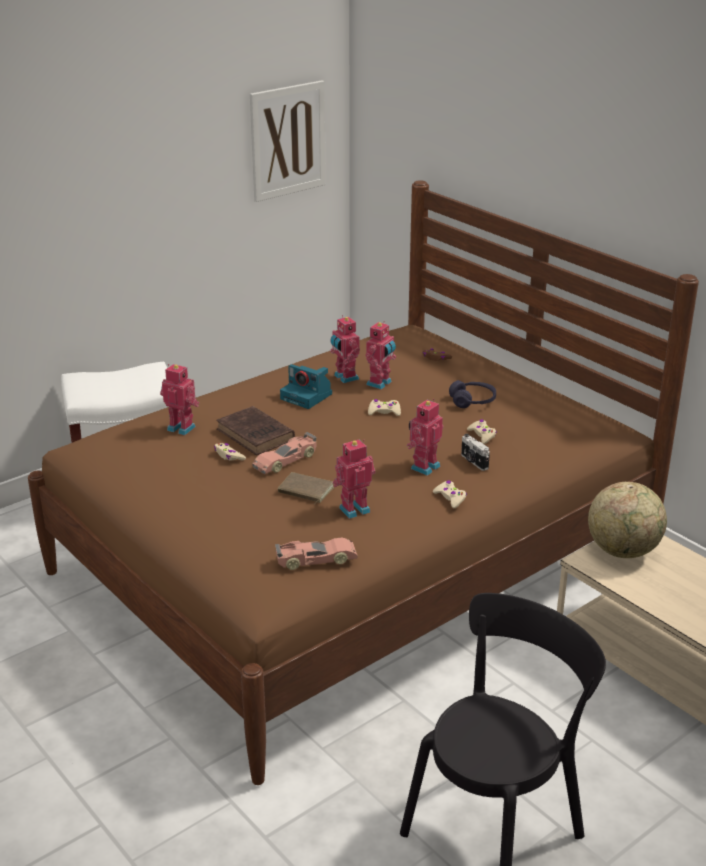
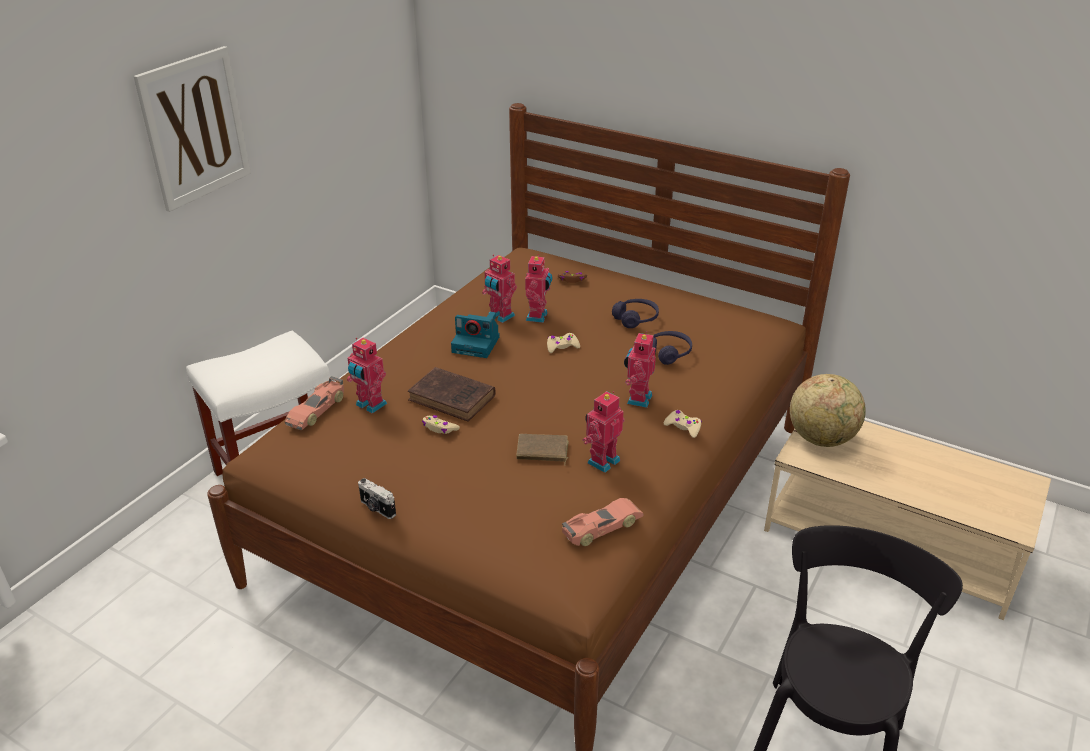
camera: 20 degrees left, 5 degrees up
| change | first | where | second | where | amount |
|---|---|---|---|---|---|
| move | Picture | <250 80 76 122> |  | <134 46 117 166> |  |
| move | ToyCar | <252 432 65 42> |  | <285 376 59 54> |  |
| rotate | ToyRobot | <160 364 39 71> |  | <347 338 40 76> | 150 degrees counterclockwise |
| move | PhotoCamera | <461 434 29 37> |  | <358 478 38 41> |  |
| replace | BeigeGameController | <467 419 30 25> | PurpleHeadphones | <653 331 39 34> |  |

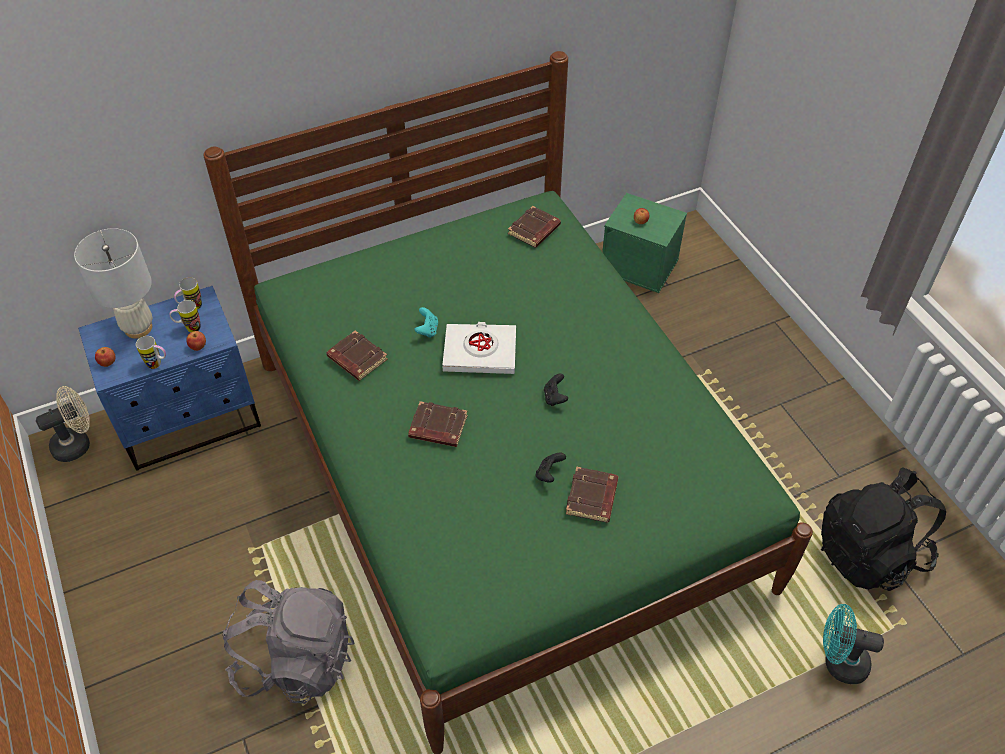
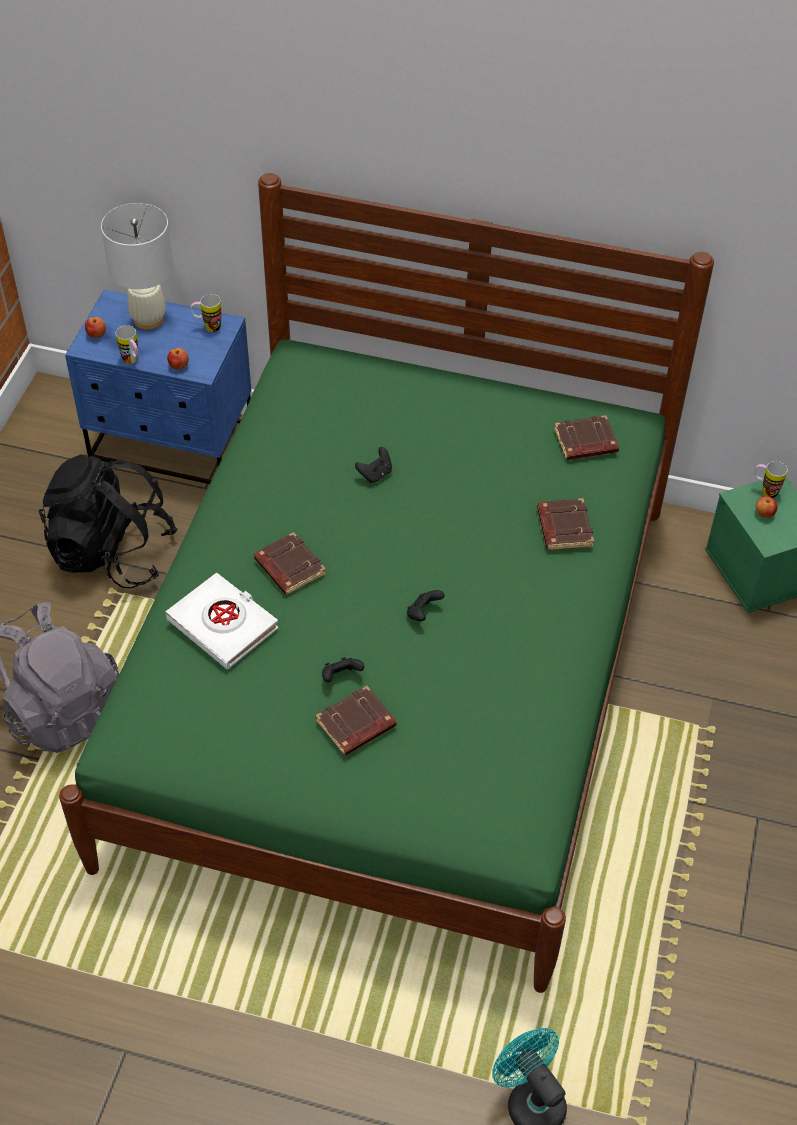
camera: 40 degrees right, 0 degrees up
| change | first | where | second | where | amount |
|---|---|---|---|---|---|
| move | BlackBackpack | <821 468 125 123> |  | <39 454 139 134> |  |
| move | WhiteBook | <442 322 74 52> |  | <166 572 113 97> |  |
| recolor | TurquoiseGameController | <415 307 23 31> | BlackGameController | <355 447 37 36> |  |
| move | BrownBook | <327 331 61 50> |  | <537 498 57 52> |  |
| move | Mug | <169 300 32 32> |  | <754 461 34 37> |  |
| delete | BeigeFan | <36 386 54 76> |  |  |  |

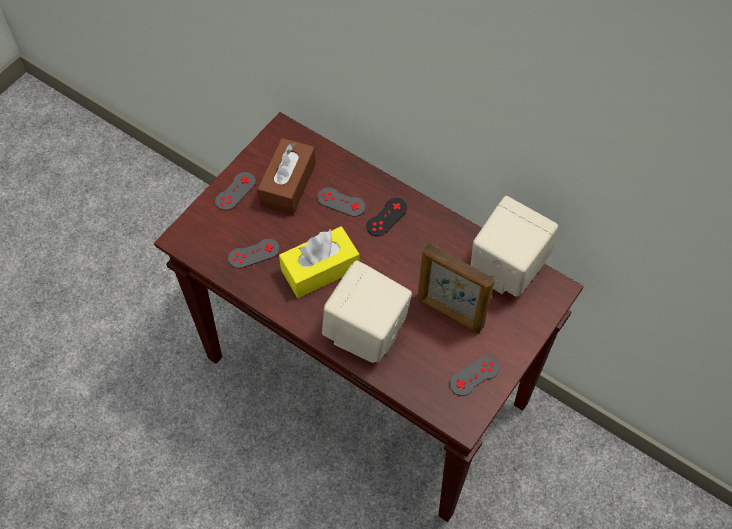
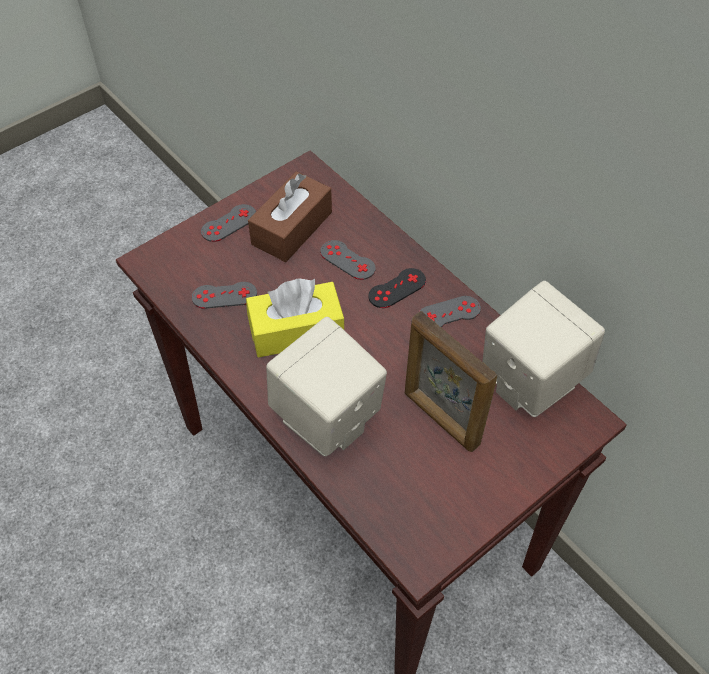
camera: 15 degrees right, 5 degrees down
| change | first | where | second | where | amount |
|---|---|---|---|---|---|
| move | GreyGameController | <449 356 50 40> |  | <419 296 62 31> |  |

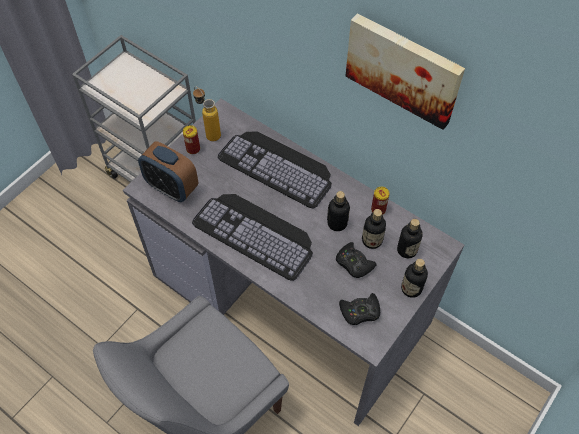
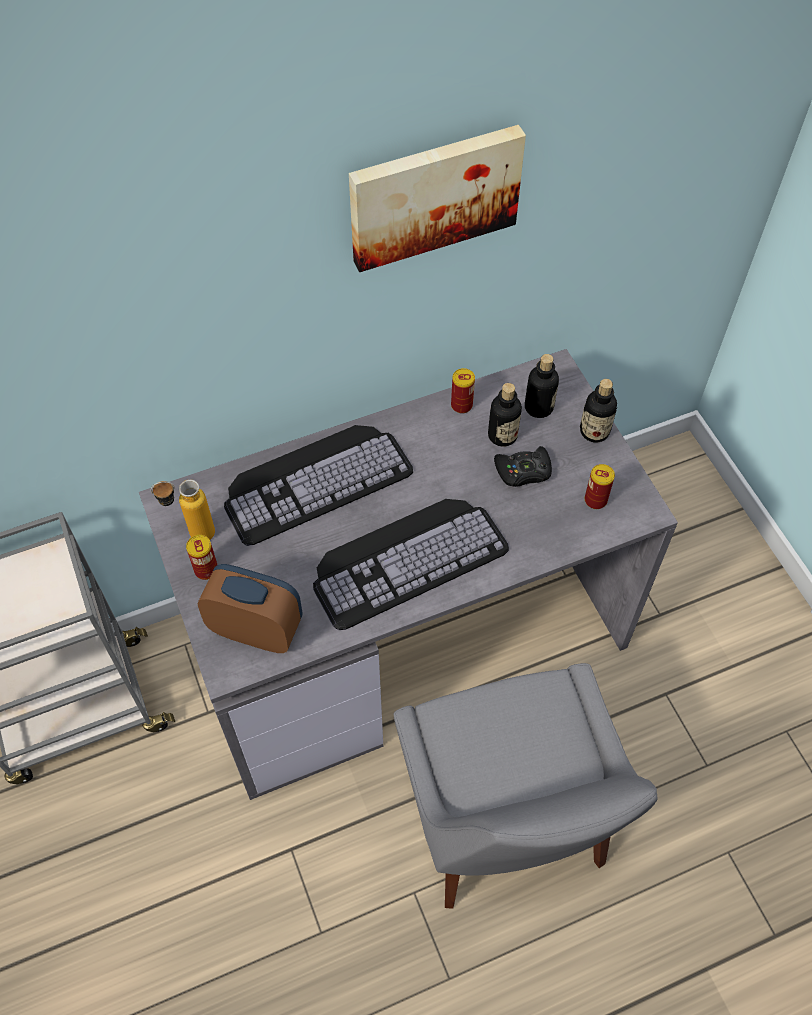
camera: 60 degrees left, 0 degrees up
| change | first | where | second | where | amount |
|---|---|---|---|---|---|
| rotate | AlarmClock | <138 141 61 61> |  | <198 564 104 89> | 135 degrees counterclockwise |
| replace | BlackGameController | <339 293 41 32> | Can | <585 464 30 45> |  |
| delete | Bottle | <327 191 23 40> |  |  |  |

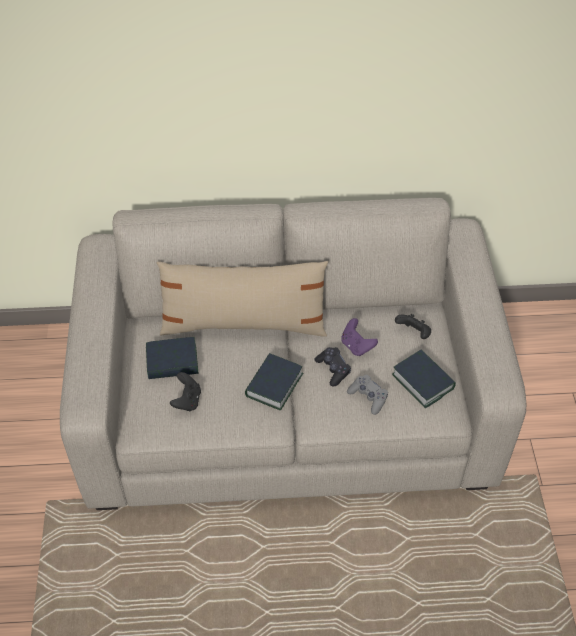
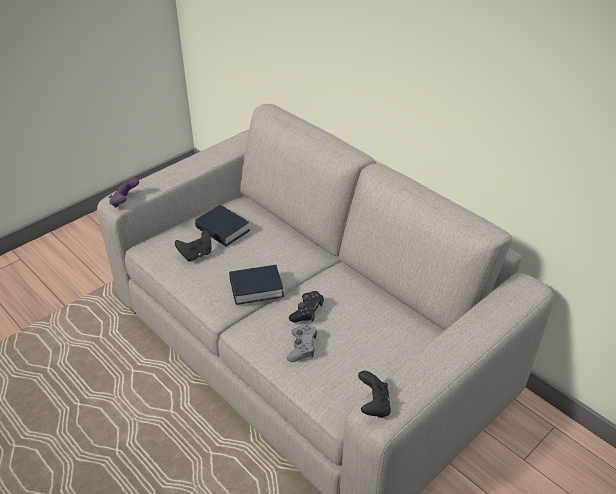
camera: 50 degrees right, 10 degrees down
| change | first | where | second | where | amount |
|---|---|---|---|---|---|
| move | PurpleGameController | <341 318 37 38> |  | <109 178 30 30> |  |
| move | BlackGameController | <395 314 36 25> |  | <358 371 33 47> |  |
| delete | BeigePillow | <157 261 171 76> |  |  |  |
| delete | Book | <392 349 64 59> |  |  |  |

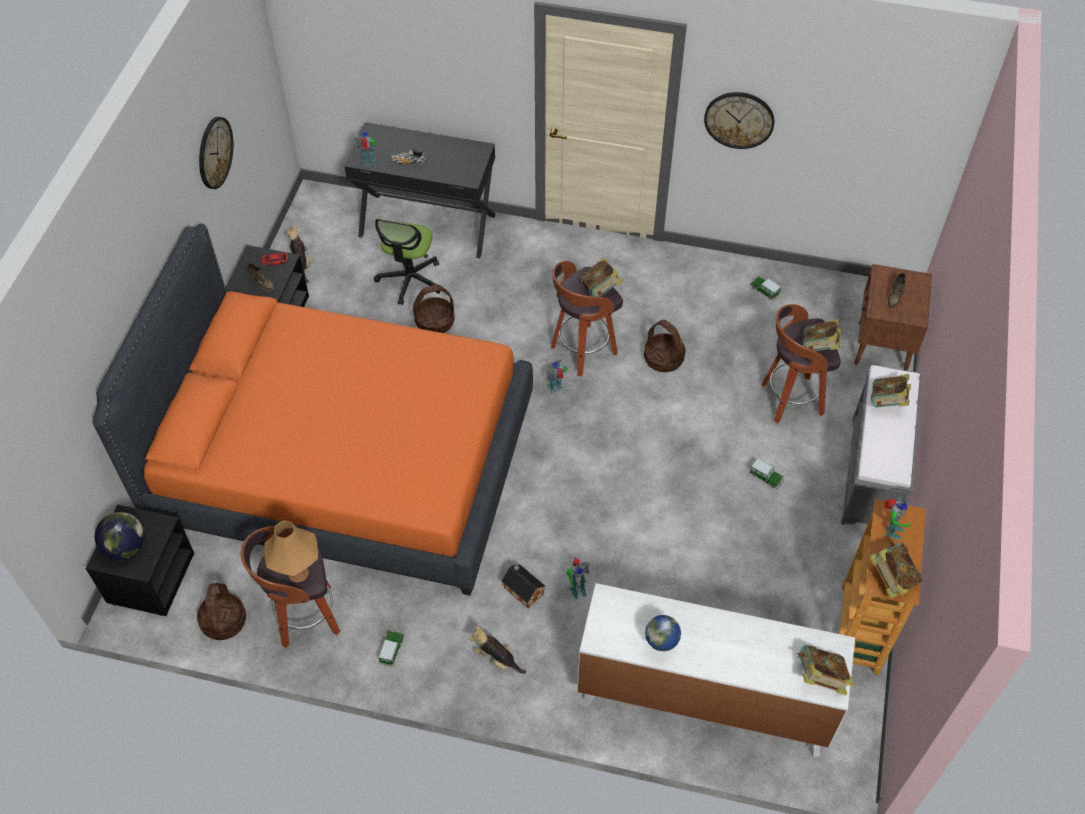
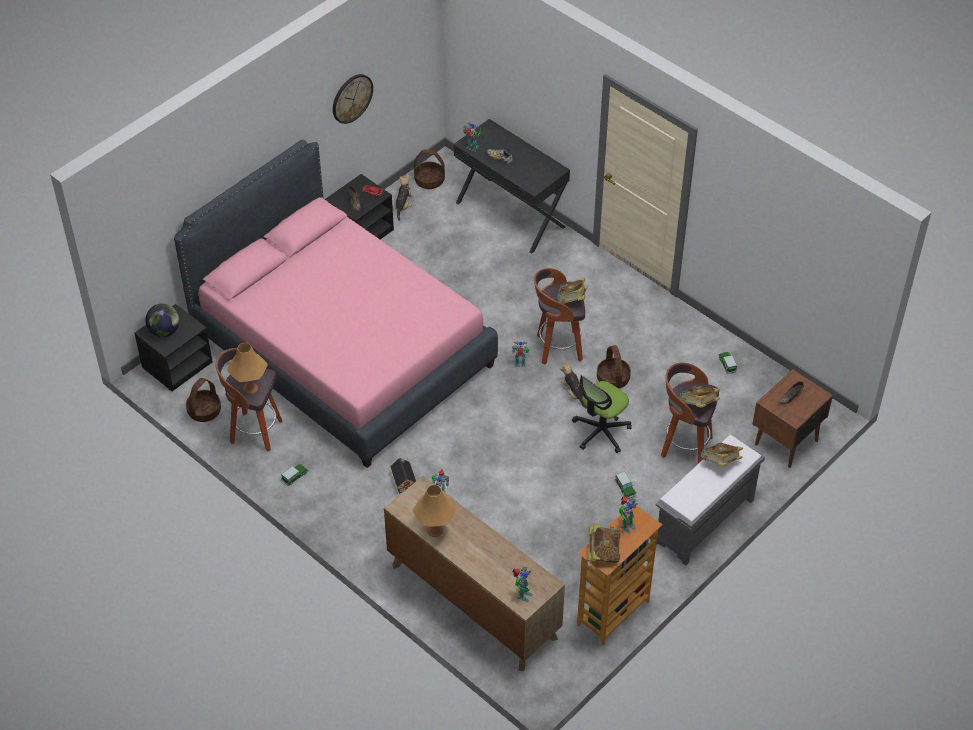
camera: 30 degrees right, 5 degrees down
| change | first | where | second | where | amount |
|---|---|---|---|---|---|
| recolor | OrangeBed | <92 224 441 371> | PinkBed | <174 140 324 328> |  |
| recolor | WhiteDresser | <577 583 278 175> | BrownDresser | <384 476 181 195> |  |
| replace | Globe | <645 615 36 36> | OrangeTableLamp | <413 485 44 52> |  |
| move | Basket | <413 284 42 49> |  | <414 149 31 40> |  |
| replace | Book | <796 645 58 50> | ToyRobot | <513 567 20 35> |  |
| move | PlushToy | <469 626 57 48> |  | <560 361 27 48> |  |
| move | OfficeChair | <374 219 67 86> |  | <572 375 60 78> |  |
| delete | WallClock | <704 92 70 57> |  |  |  |

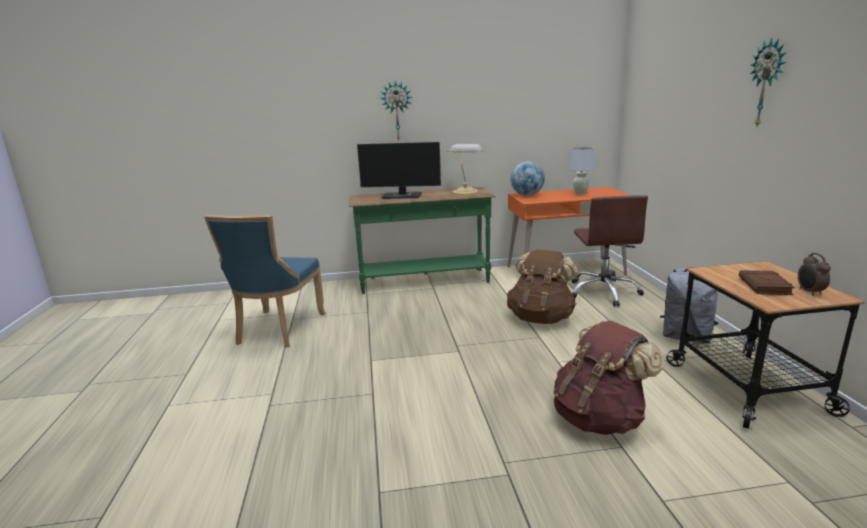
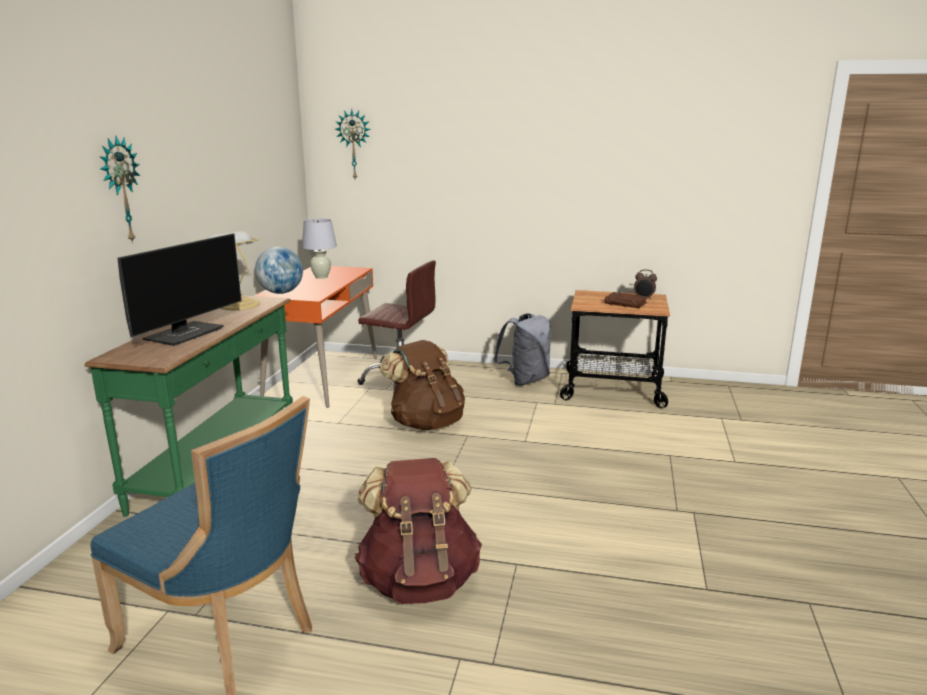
camera: 70 degrees left, 0 degrees up
| change | first | where | second | where | amount |
|---|---|---|---|---|---|
| move | WallClock | <750 38 37 88> |  | <335 109 36 70> |  |
| move | BrownBackpack | <553 320 111 115> |  | <355 458 127 146> |  |

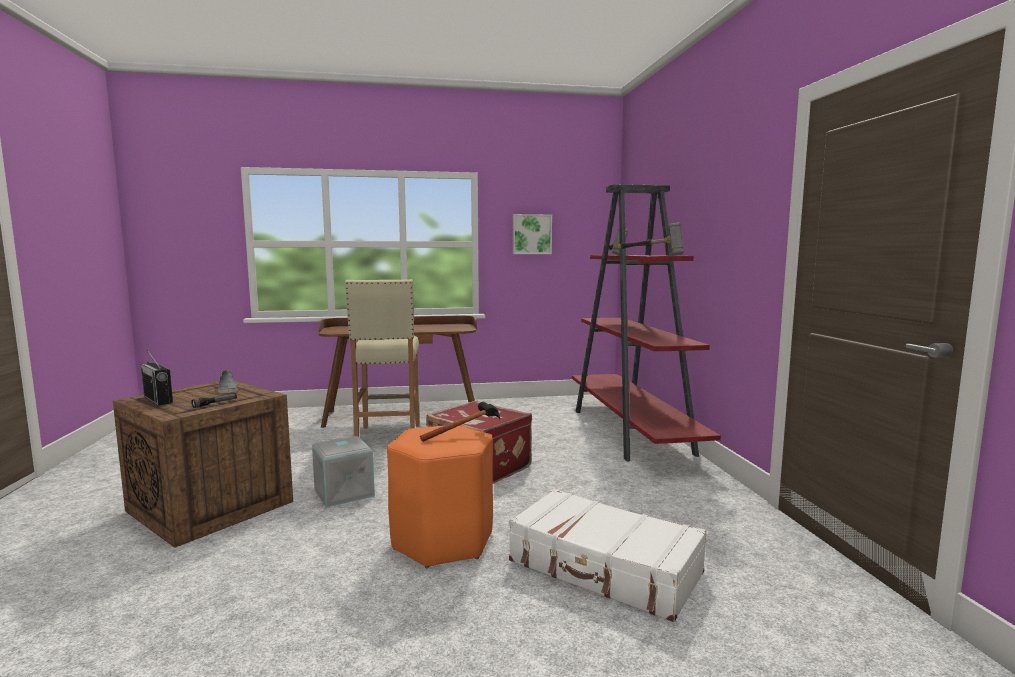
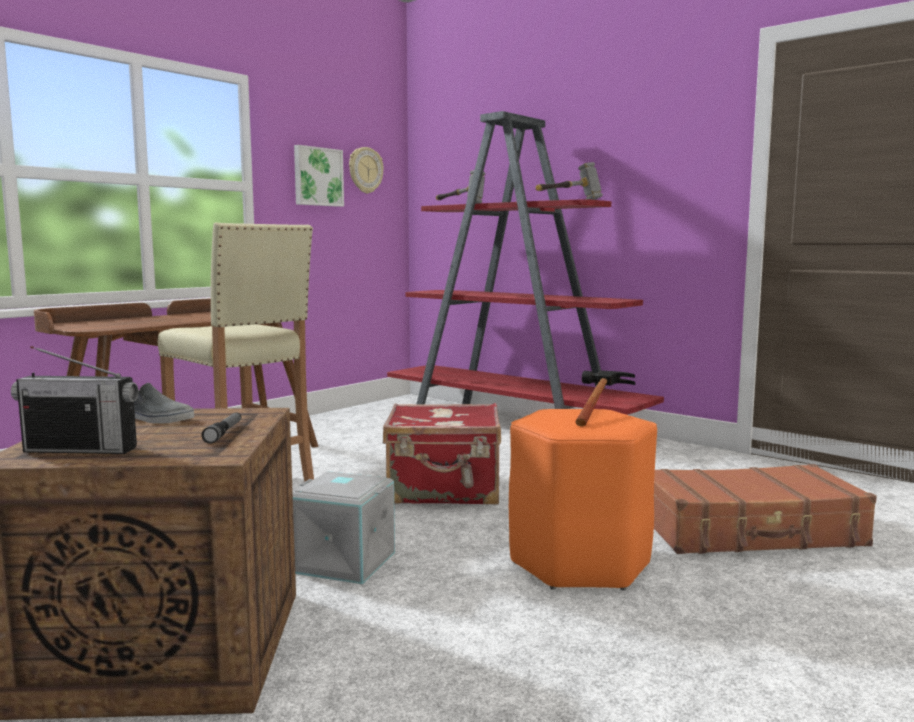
camera: 40 degrees left, 0 degrees up
| change | first | where | second | where | amount |
|---|---|---|---|---|---|
| insert |  |  | WallClock | <349 147 35 47> |  |
| recolor | WhiteSuitcase | <509 489 198 133> | BrownSuitcase | <654 464 223 90> |  |

